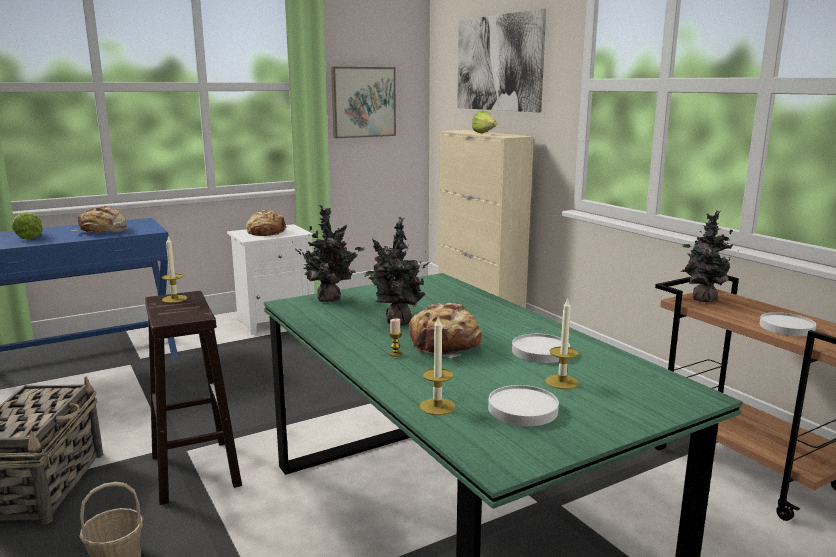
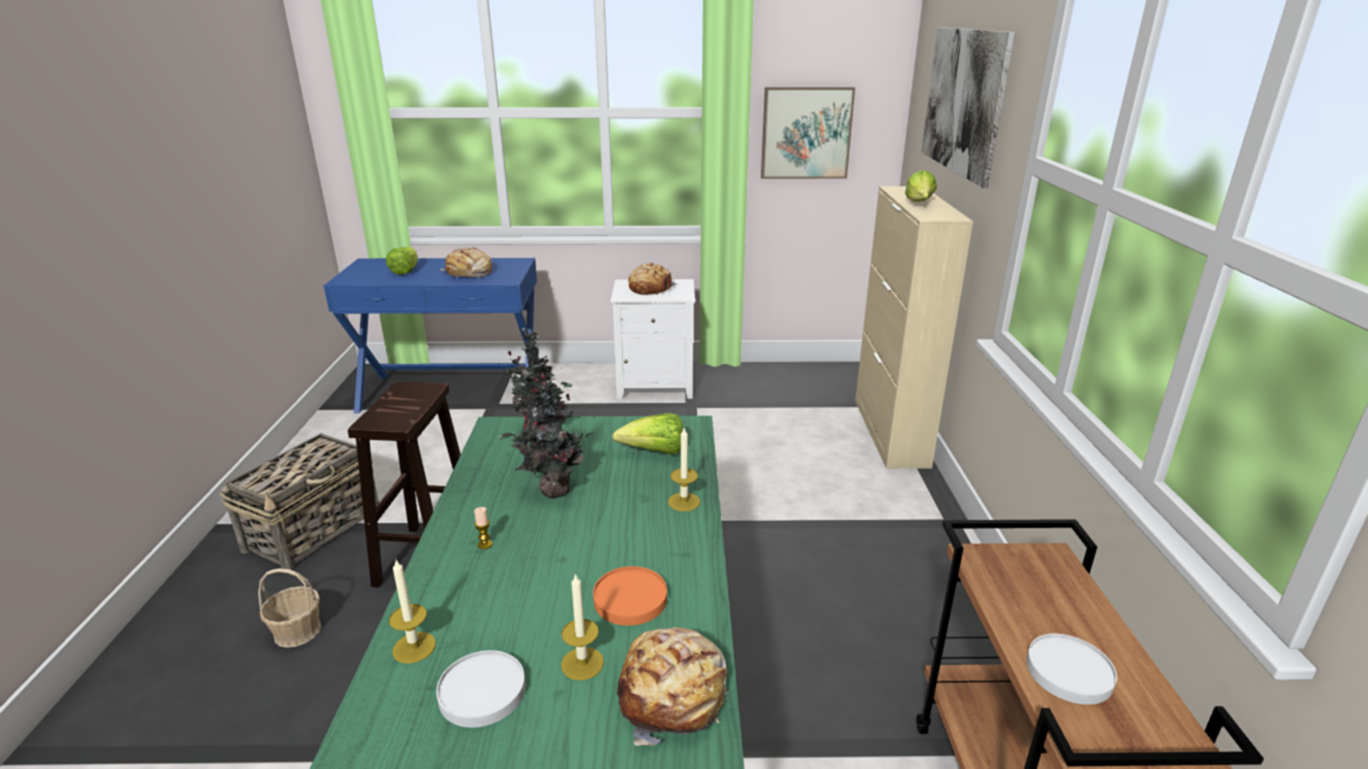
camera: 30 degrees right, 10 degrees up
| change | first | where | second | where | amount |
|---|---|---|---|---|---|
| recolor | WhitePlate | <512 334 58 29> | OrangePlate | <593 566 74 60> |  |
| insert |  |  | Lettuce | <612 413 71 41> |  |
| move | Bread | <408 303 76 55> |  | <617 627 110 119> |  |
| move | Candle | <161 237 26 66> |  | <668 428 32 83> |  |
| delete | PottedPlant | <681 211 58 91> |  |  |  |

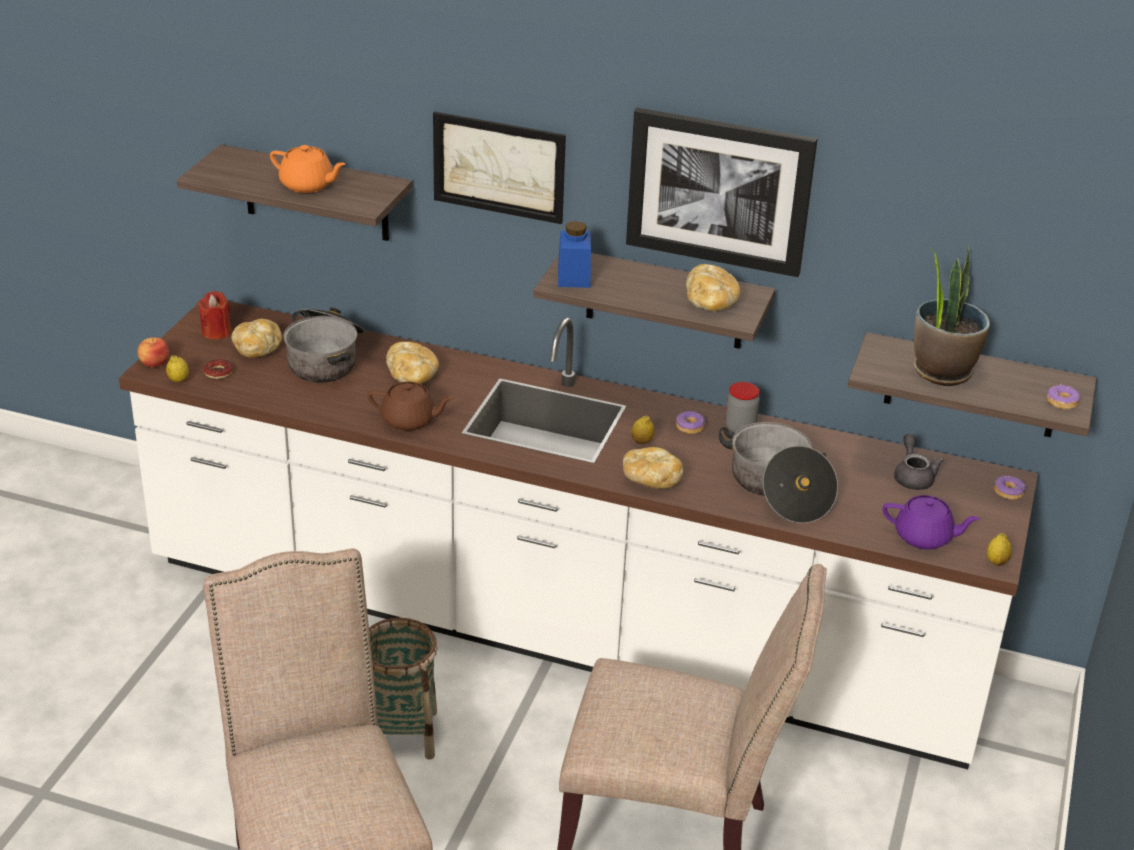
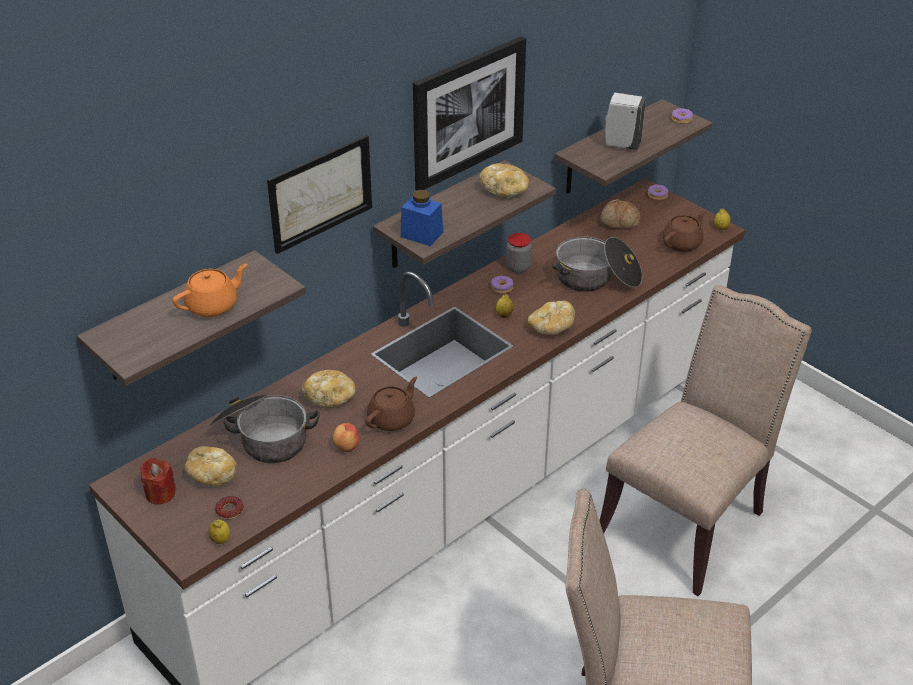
camera: 60 degrees left, 5 degrees up
| change | first | where | second | where | amount |
|---|---|---|---|---|---|
| move | Apple | <137 337 32 30> |  | <333 423 26 29> |  |
| replace | GreyTeapot | <894 434 50 56> | Bread | <600 199 41 30> |  |
| replace | PottedPlant | <914 246 76 140> | WhiteSoapDispenser | <605 93 41 57> |  |
| recolor | PurpleTeapot | <883 495 97 55> | BrownTeapot | <663 210 43 42> |  |
| delete | Basket | <369 618 69 142> |  |  |  |

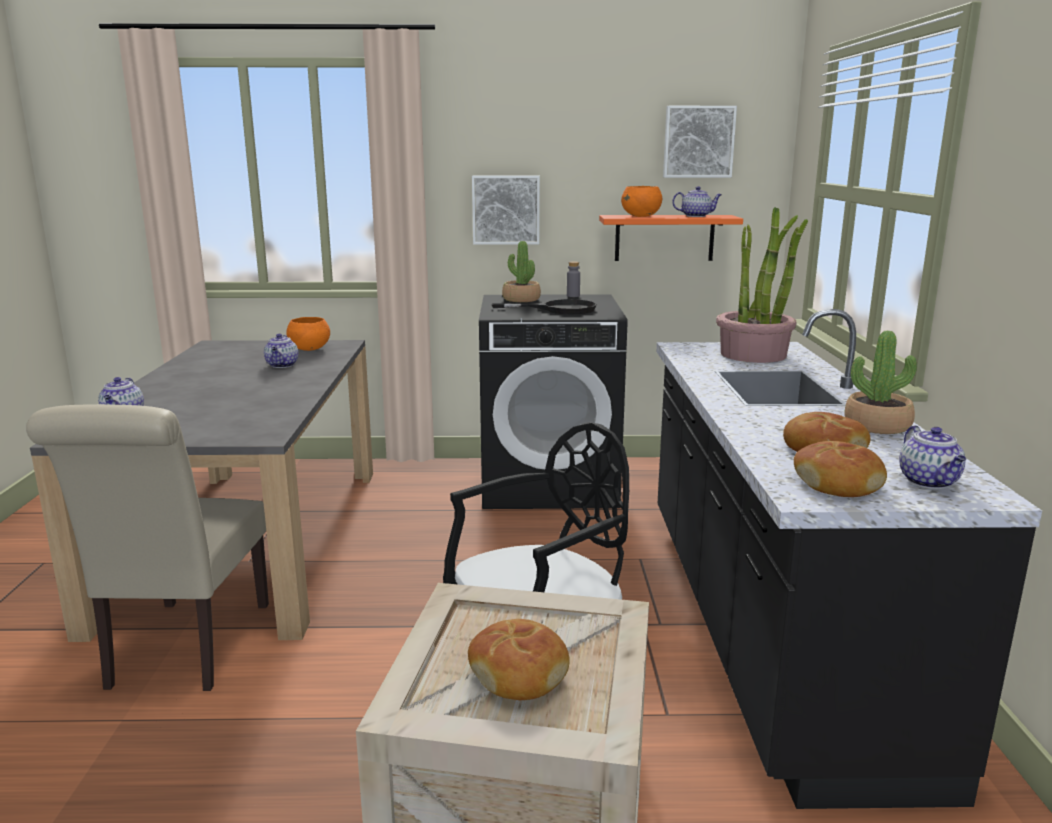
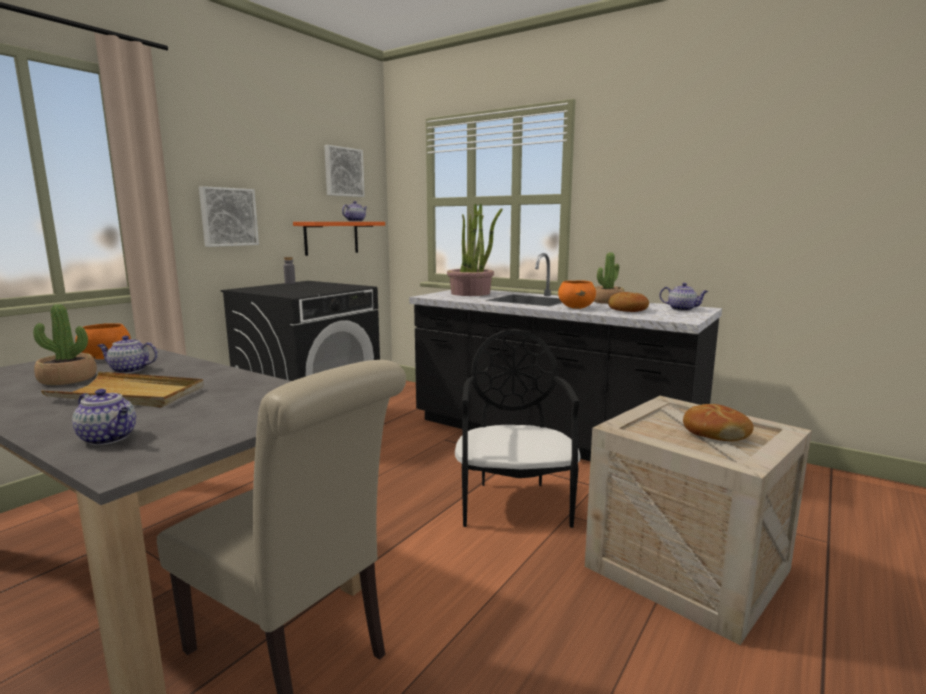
camera: 55 degrees left, 5 degrees down
| change | first | where | second | where | amount |
|---|---|---|---|---|---|
| move | PottedPlant | <502 241 39 61> |  | <33 304 64 81> |  |
| insert |  |  | BeigeTray | <41 371 163 36> |  |
| rotate | Teapot | <264 334 35 34> |  | <97 336 61 37> | 150 degrees clockwise |
| move | OrangeBowl | <621 186 41 31> |  | <558 280 38 29> |  |
| delete | BlackFryingPan | <491 299 106 15> |  |  |  |
| delete | Bread | <794 441 93 56> |  |  |  |

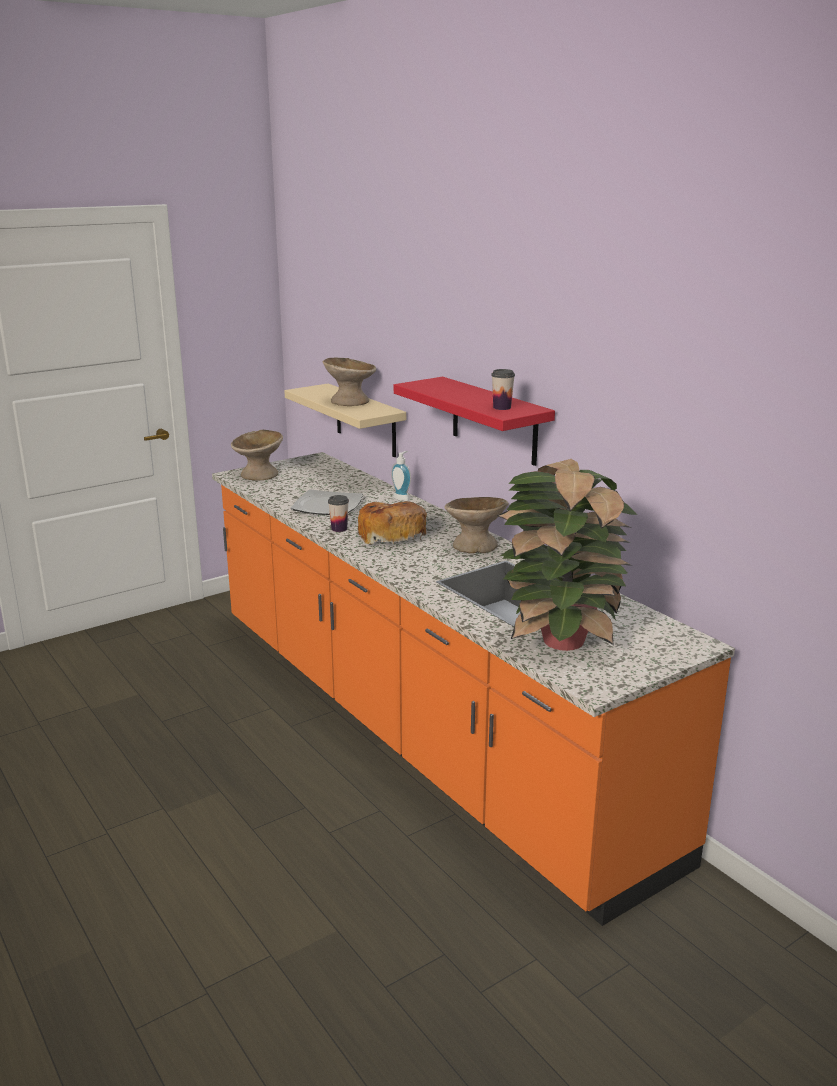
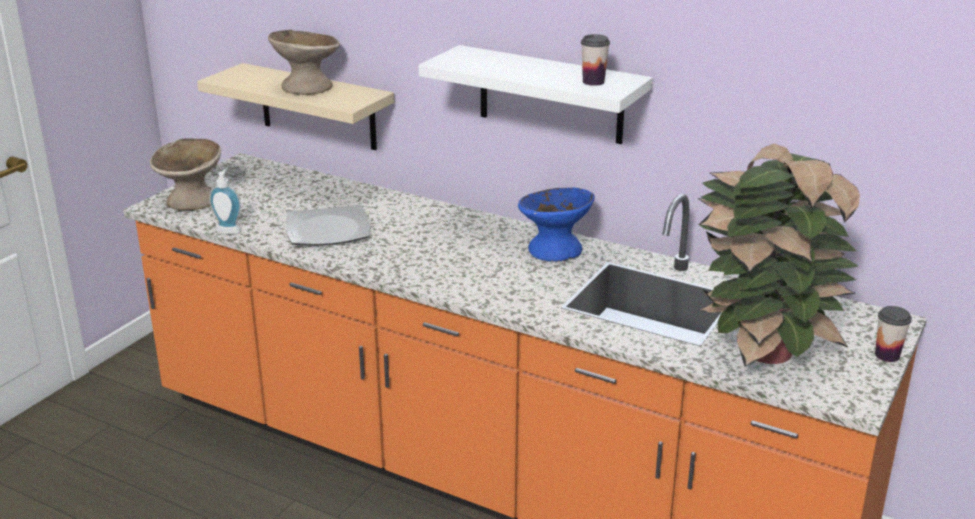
camera: 25 degrees left, 5 degrees up
| change | first | where | second | where | amount |
|---|---|---|---|---|---|
| move | SoapDispenser | <391 451 20 50> |  | <209 168 32 67> |  |
| recolor | RedShelf | <394 377 161 89> | WhiteShelf | <418 45 235 99> |  |
| recolor | BeigeBowl | <444 497 65 57> | BlueBowl | <518 188 76 74> |  |
| move | Cup | <328 495 21 37> |  | <875 306 37 56> |  |
| delete | Bread | <358 501 69 43> |  |  |  |

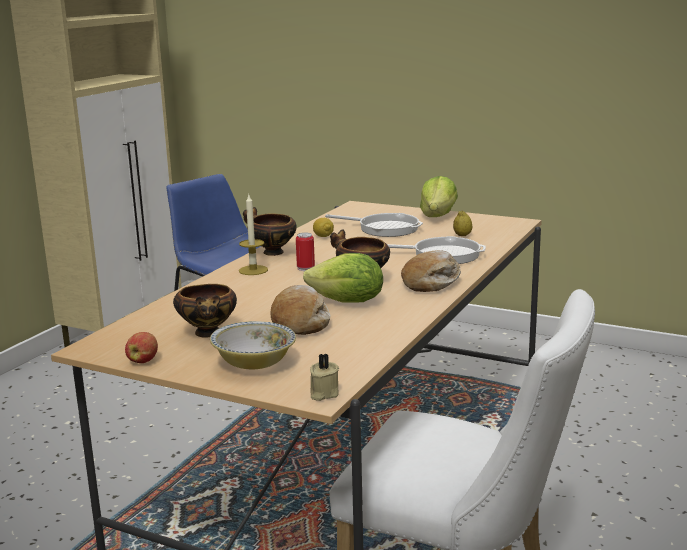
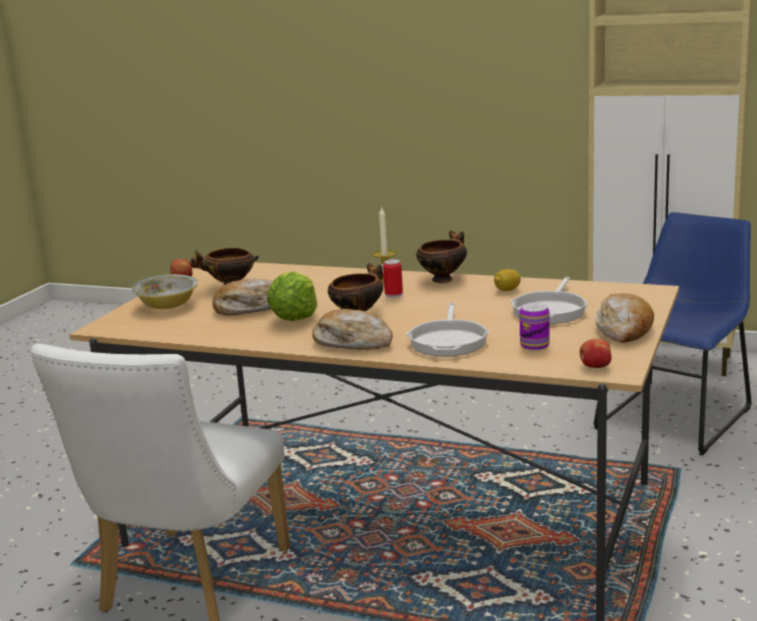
camera: 85 degrees right, 0 degrees up
| change | first | where | second | where | amount |
|---|---|---|---|---|---|
| replace | Lemon | <453 210 19 26> | Can | <519 303 31 48> |  |
| insert |  |  | Apple | <580 339 31 29> |  |
| replace | Lettuce | <420 176 38 41> | Bread | <595 293 59 50> |  |
| delete | BeigeCandle | <310 354 29 47> |  |  |  |

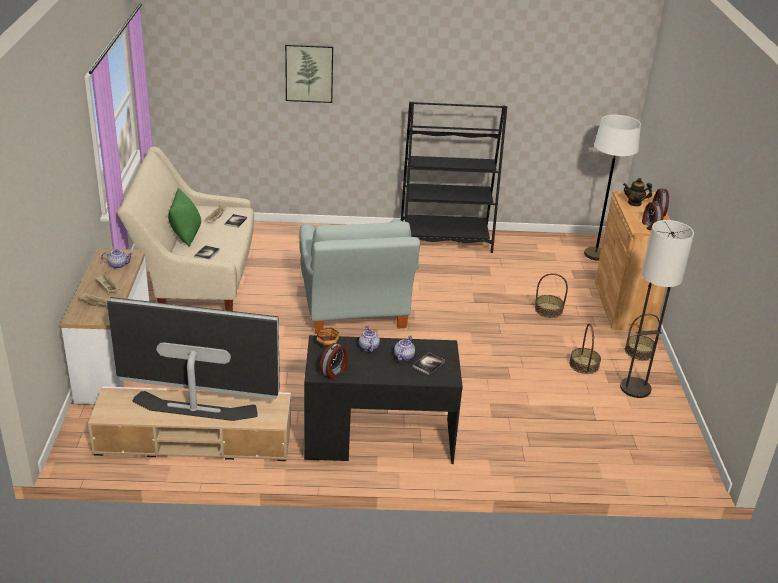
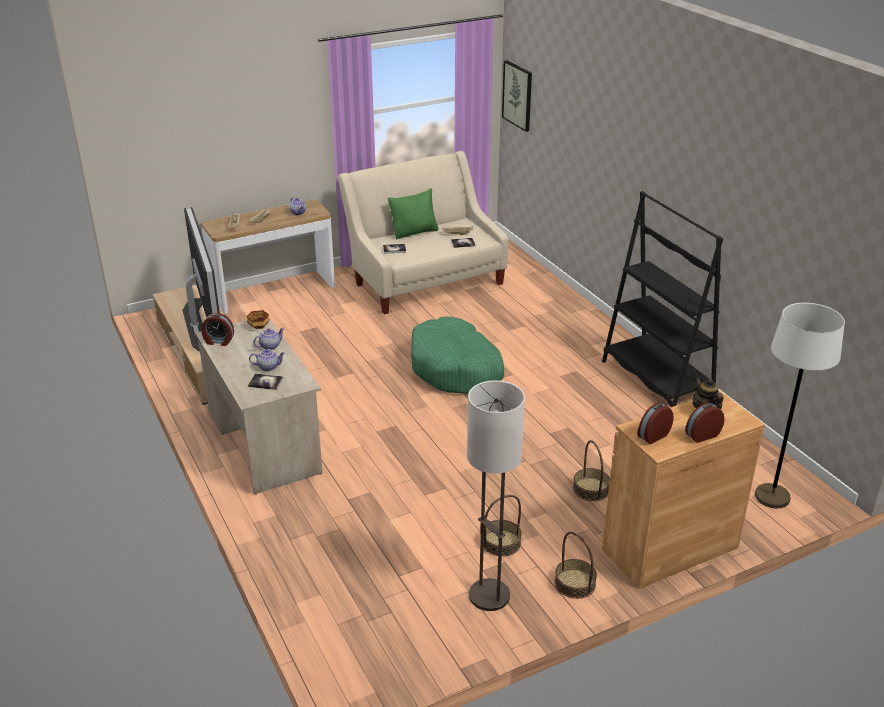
camera: 65 degrees right, 0 degrees up
| change | first | where | second | where | amount |
|---|---|---|---|---|---|
| recolor | BlackDesk | <304 335 159 129> | BeigeDesk | <195 318 128 176> |  |
| replace | GreyArmchair | <299 219 121 115> | GreenDogBed | <411 316 93 78> |  |
| move | Picture | <285 44 48 59> |  | <502 60 30 72> |  |

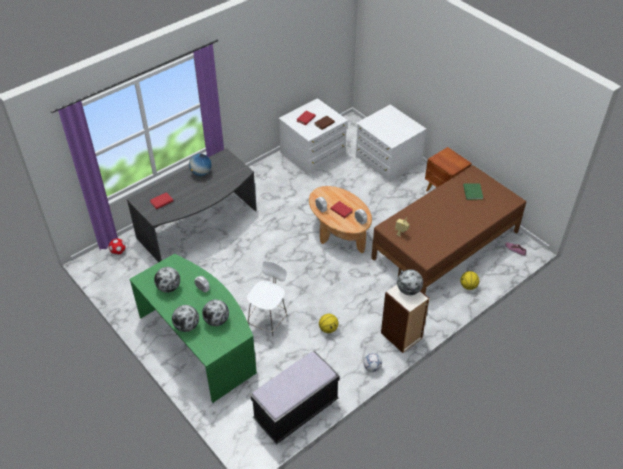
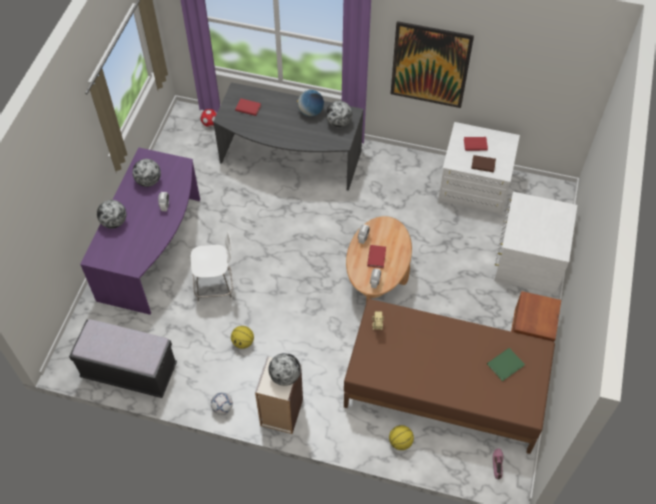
camera: 55 degrees right, 10 degrees up
| change | first | where | second | where | amount |
|---|---|---|---|---|---|
| recolor | GreenDesk | <129 254 128 149> | PurpleDesk | <80 148 120 167> |  |
| move | Globe | <202 299 27 27> |  | <326 101 26 27> |  |
| insert |  |  | Picture | <391 21 83 87> |  |

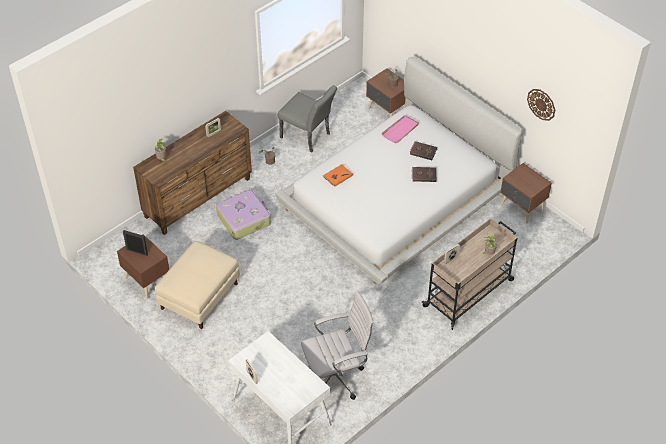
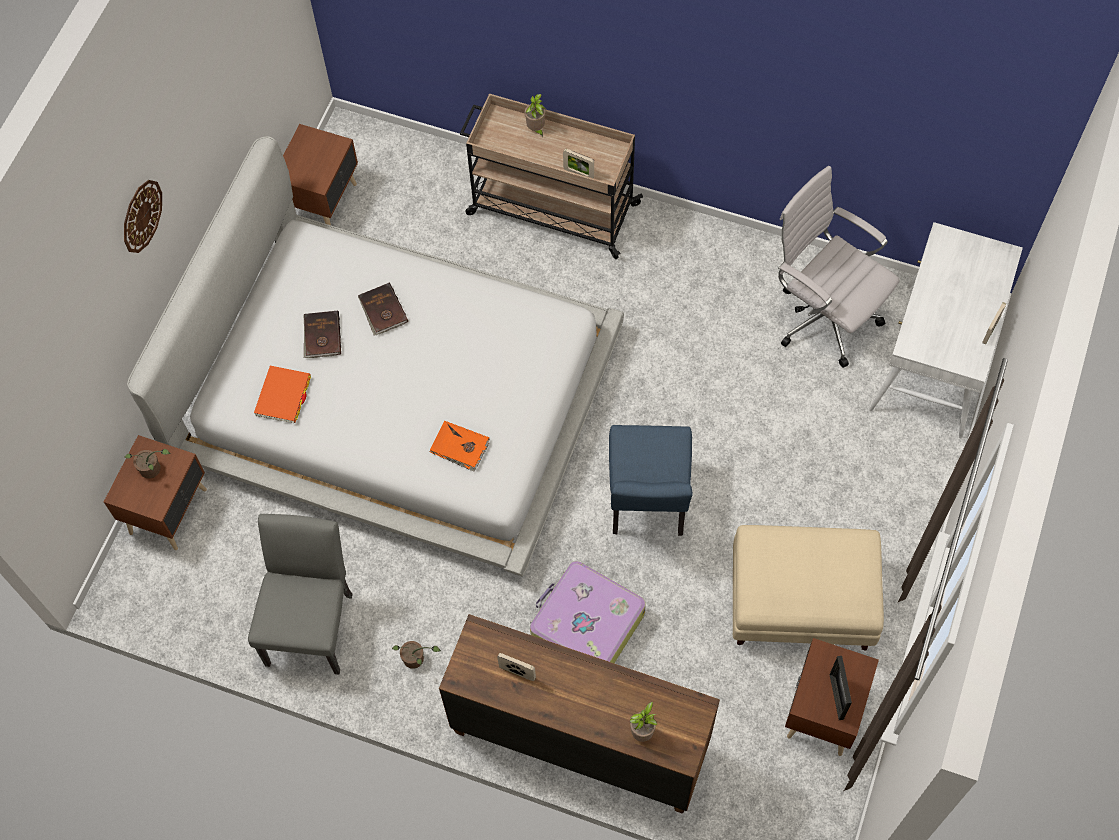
camera: 115 degrees left, 15 degrees up
| change | first | where | second | where | amount |
|---|---|---|---|---|---|
| move | WallClock | <527 89 28 32> |  | <124 180 38 73> |  |
| replace | PinkTray | <381 115 38 28> | OrangeBook | <254 366 57 57> |  |
| insert |  |  | BlueChair | <609 425 84 111> |  |

